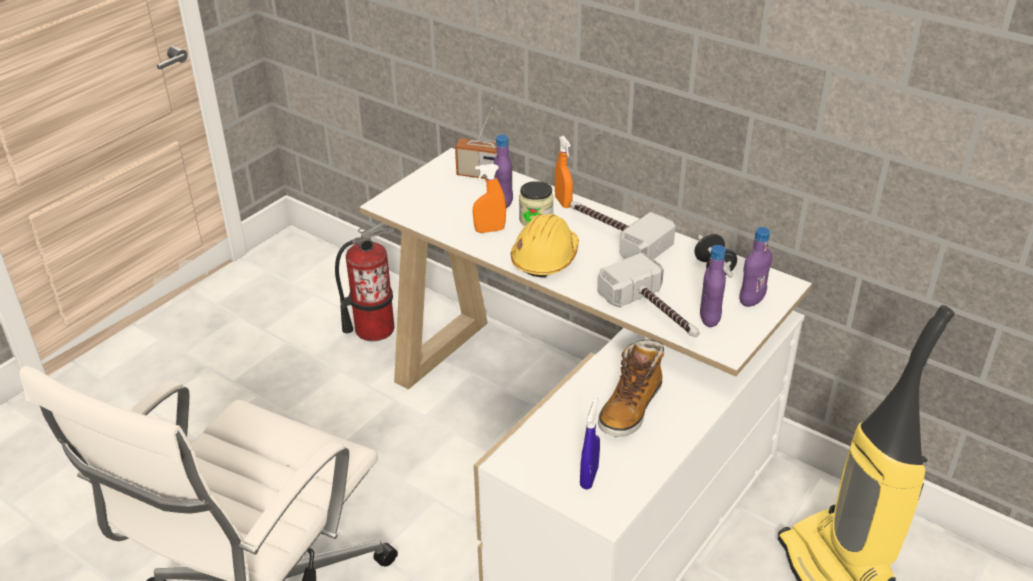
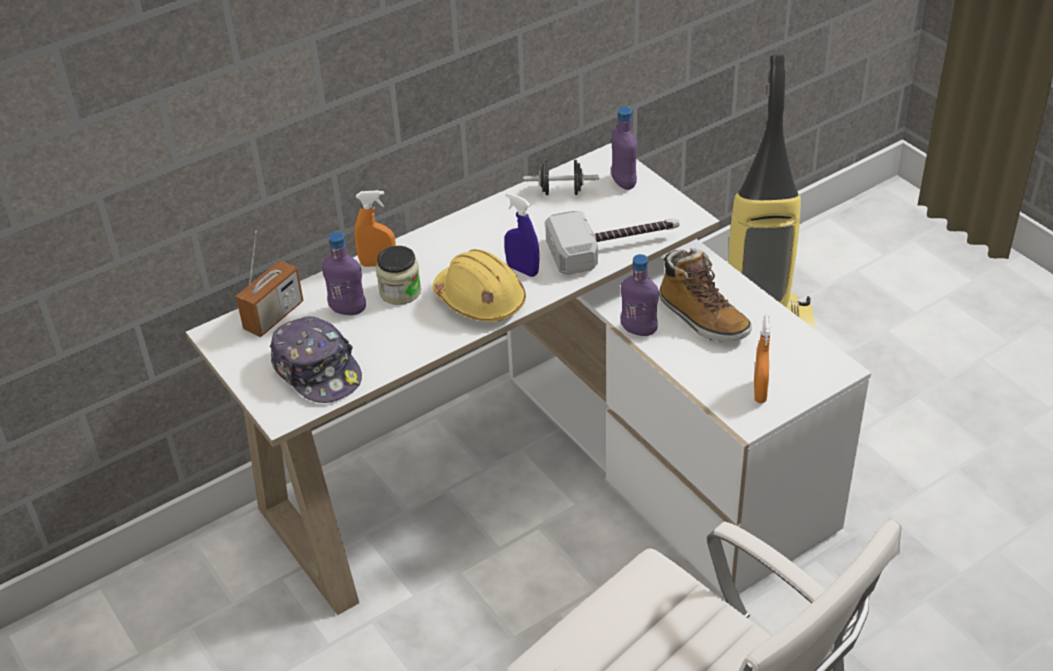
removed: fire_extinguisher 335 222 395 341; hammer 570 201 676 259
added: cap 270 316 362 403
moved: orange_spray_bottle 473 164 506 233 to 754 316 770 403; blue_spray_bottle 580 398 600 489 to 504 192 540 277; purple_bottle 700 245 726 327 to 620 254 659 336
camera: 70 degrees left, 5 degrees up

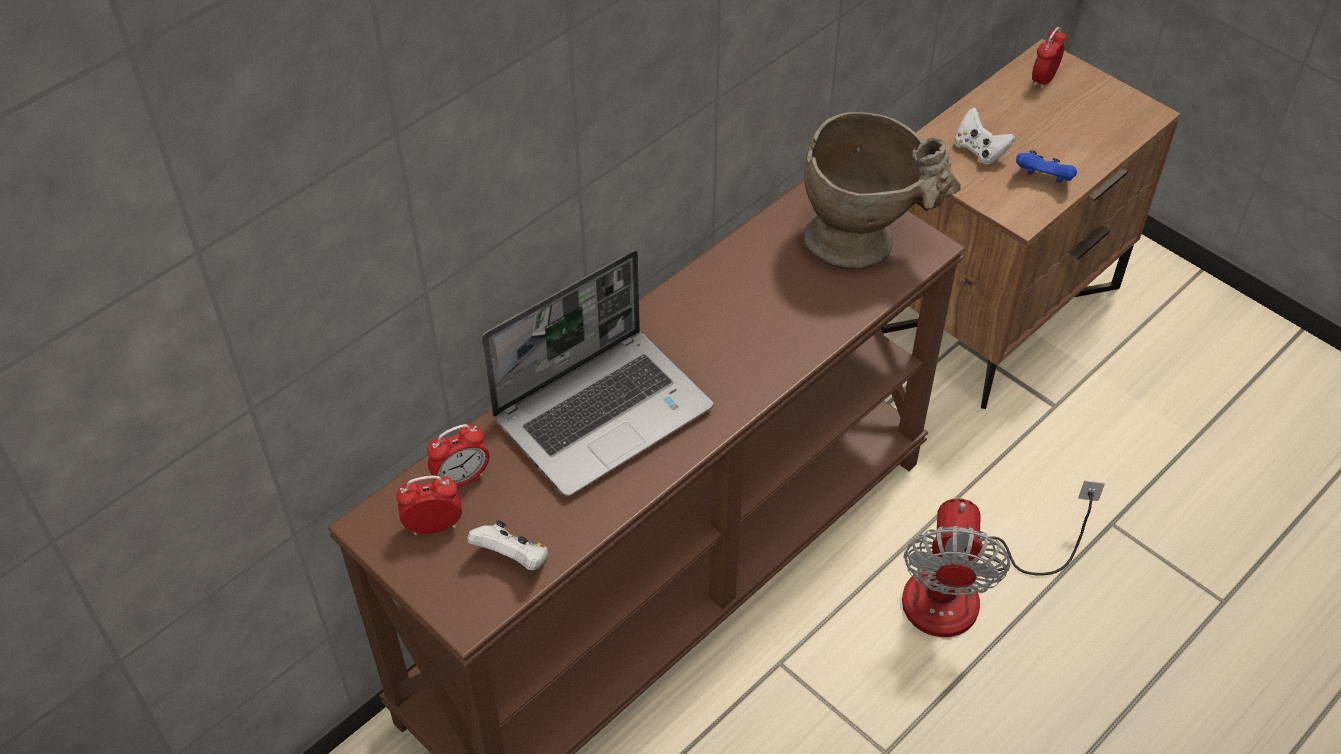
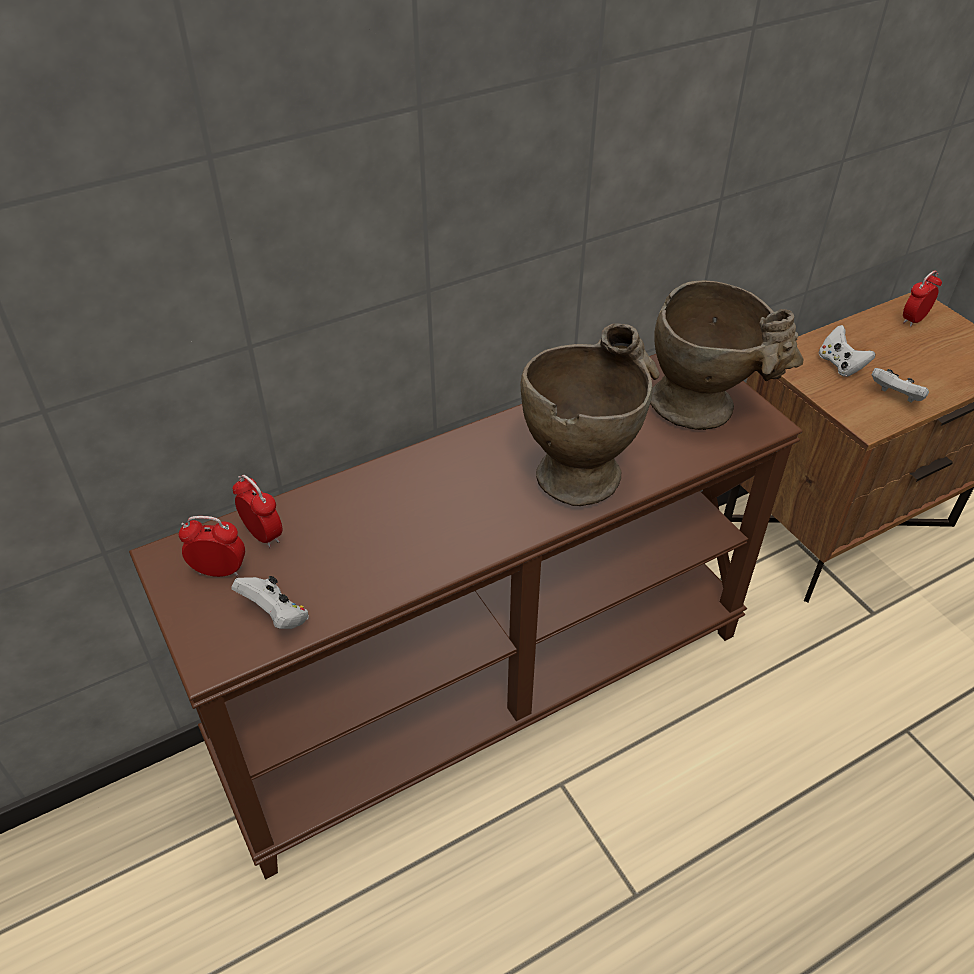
removed: laptop 481 250 713 496; fan 902 481 1105 637
added: beige_vase 520 323 660 506
recoloured: blue_game_controller 1016 150 1077 183 to white_game_controller 872 368 929 403
turned: alarm_clock 427 424 489 487 = 232 475 283 548 120 degrees counterclockwise
camera: 15 degrees right, 5 degrees down

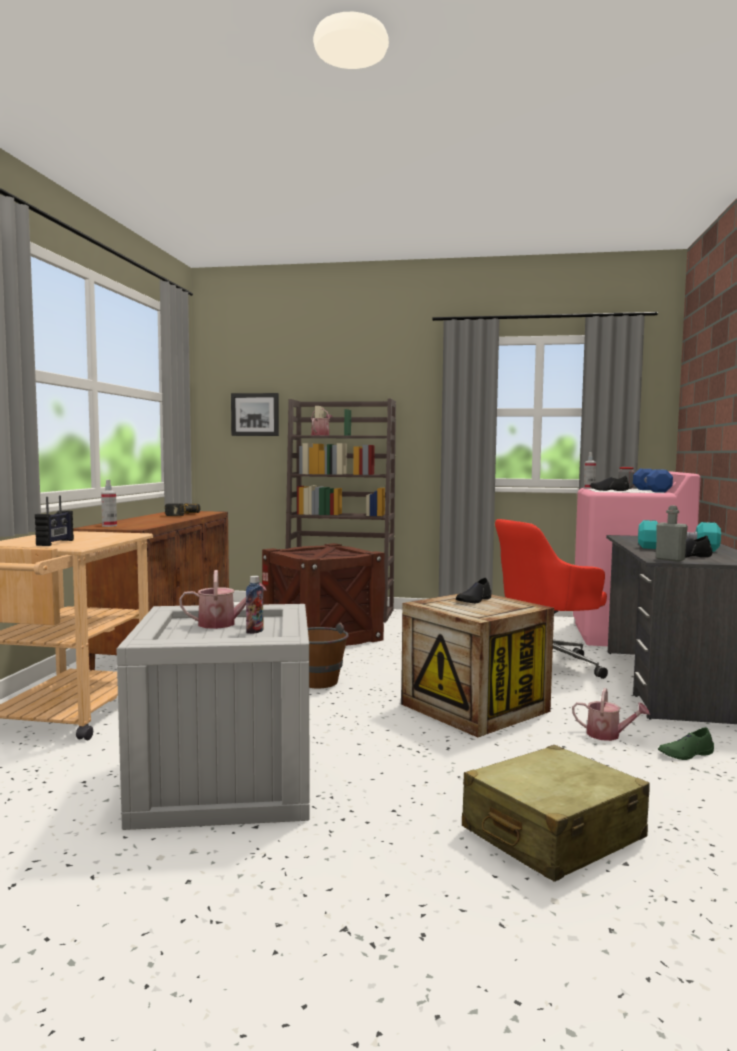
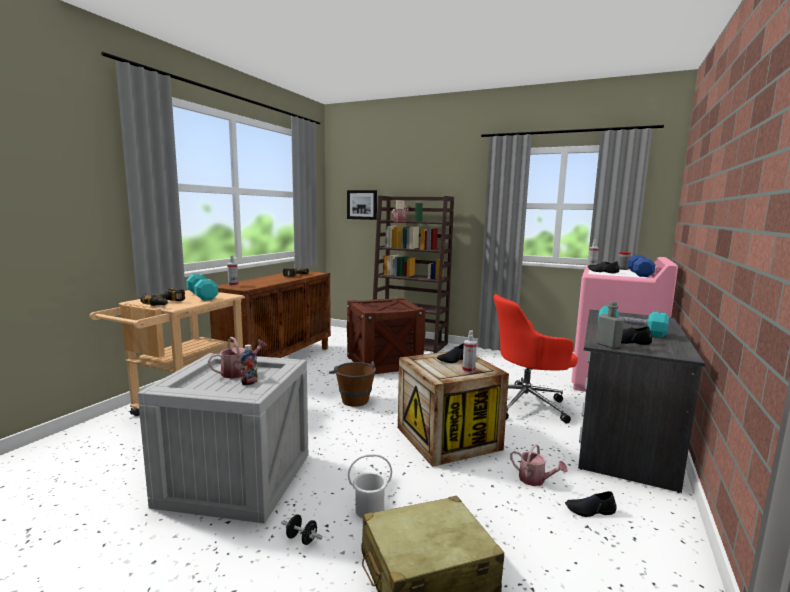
added: turquoise_dumbbell 186 274 218 301; black_dumbbell 281 514 323 545; white_bucket 348 454 392 518; spray_bottle 462 330 477 373
replaced: radio 35 495 74 546 to power_drill 140 288 185 306
recoloured: green_shoe 658 727 714 760 to black_shoe 565 491 616 517
turned: watering_can 179 570 267 629 = 208 337 267 378 45 degrees counterclockwise
camera: 15 degrees right, 5 degrees up

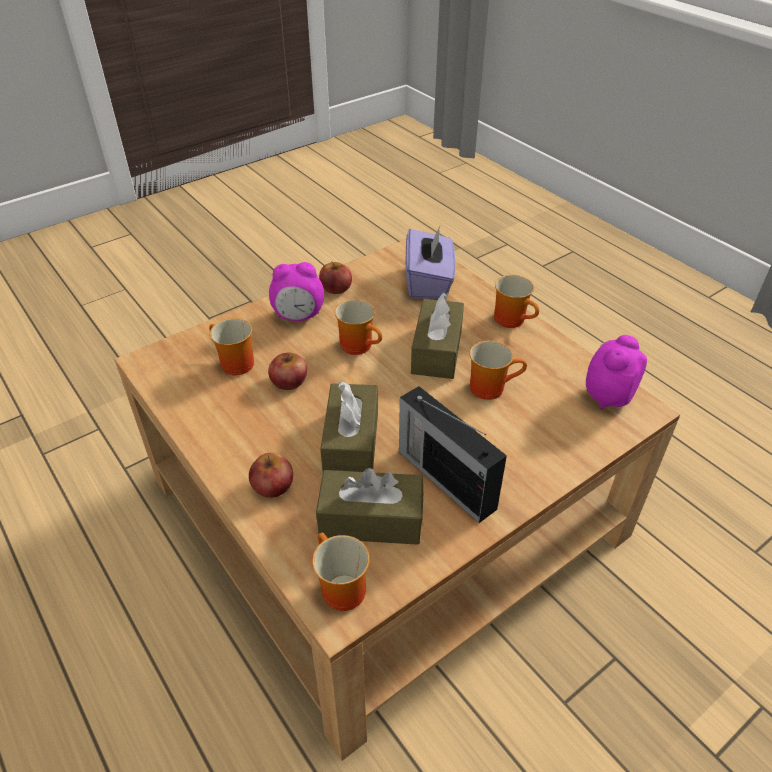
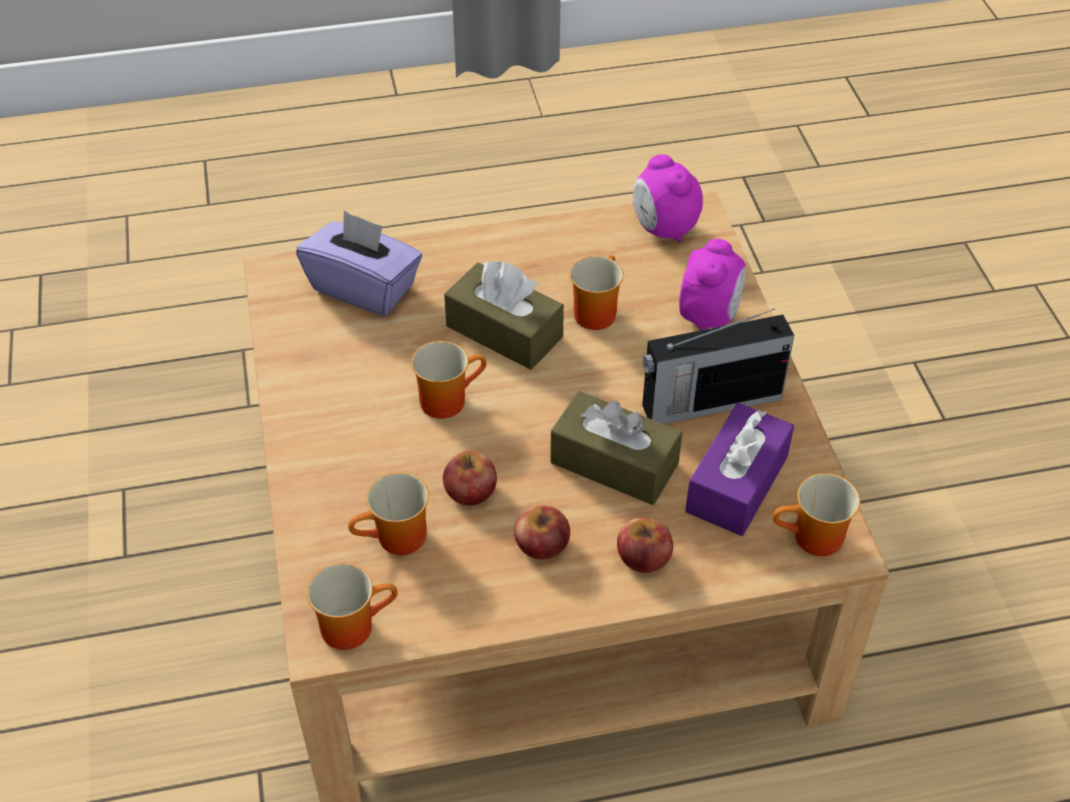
moved: alarm_clock 269 262 324 321 to 679 239 746 331; apple 319 261 352 294 to 514 506 570 560; mug 494 275 539 328 to 307 563 398 650
recoloured: brown_tissue_box 316 468 423 545 to purple_tissue_box 685 403 794 536
camera: 65 degrees left, 5 degrees up

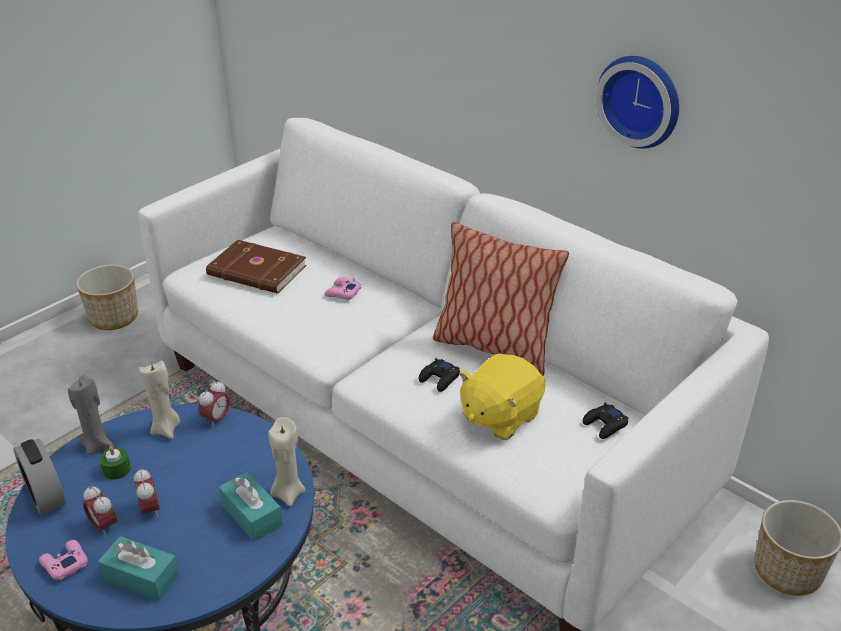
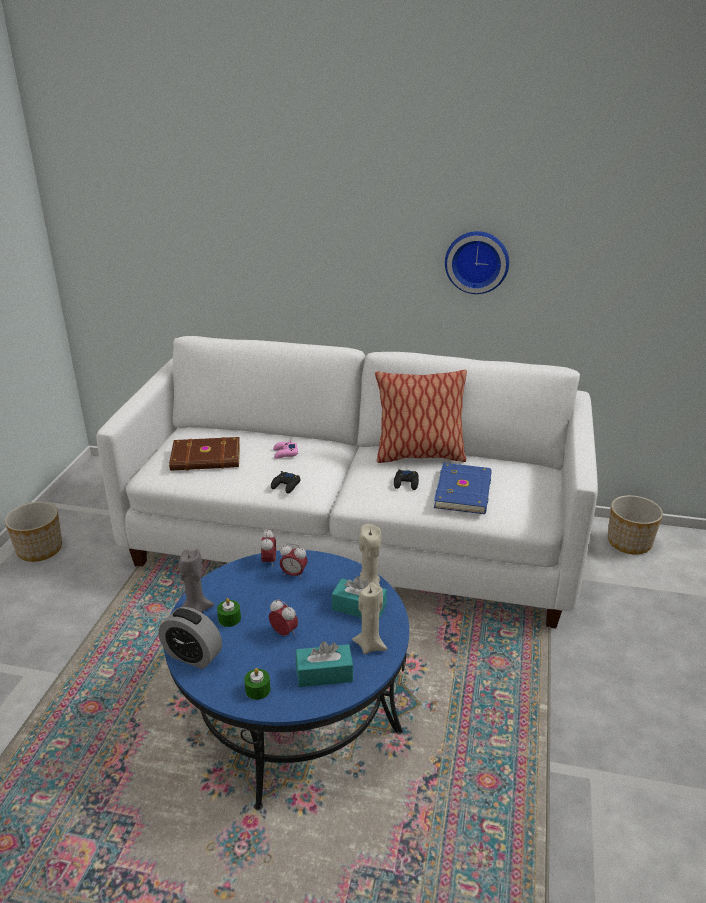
moved: alarm_clock 83 486 117 537 to 280 543 308 579; beige_candle 139 361 181 439 to 352 582 387 654; black_game_controller 583 403 628 439 to 271 471 301 494
replaced: pink_game_controller 39 540 88 580 to green_candle 244 668 271 700; yellow_plush_toy 459 353 546 440 to blue_book 434 463 492 514
camera: 30 degrees left, 5 degrees down

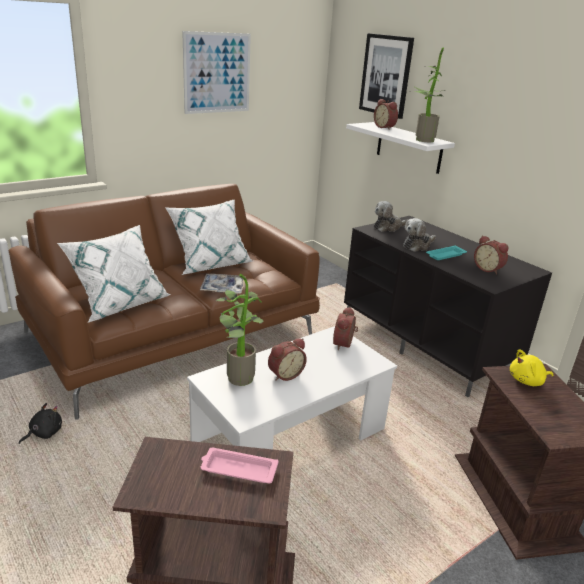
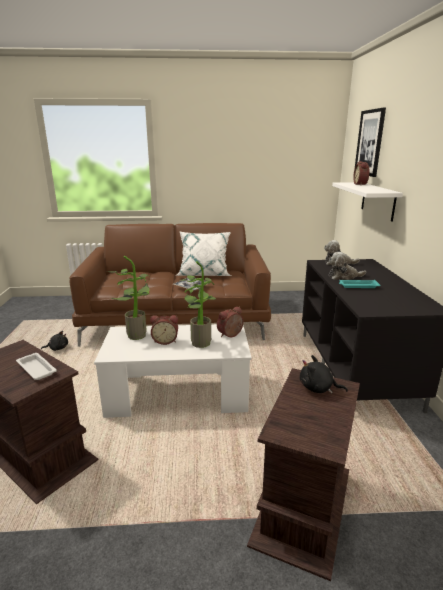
removed: white_pillow 57 225 171 323; picture 182 31 251 114; alarm_clock 474 235 508 275
moved: potted_plant 413 48 445 142 to 180 261 216 348
recoloured: pink_tray 201 448 279 484 to white_tray 16 353 57 380; yellow_plush_toy 510 349 553 386 to black_plush_toy 300 355 348 394
camera: 35 degrees right, 5 degrees down

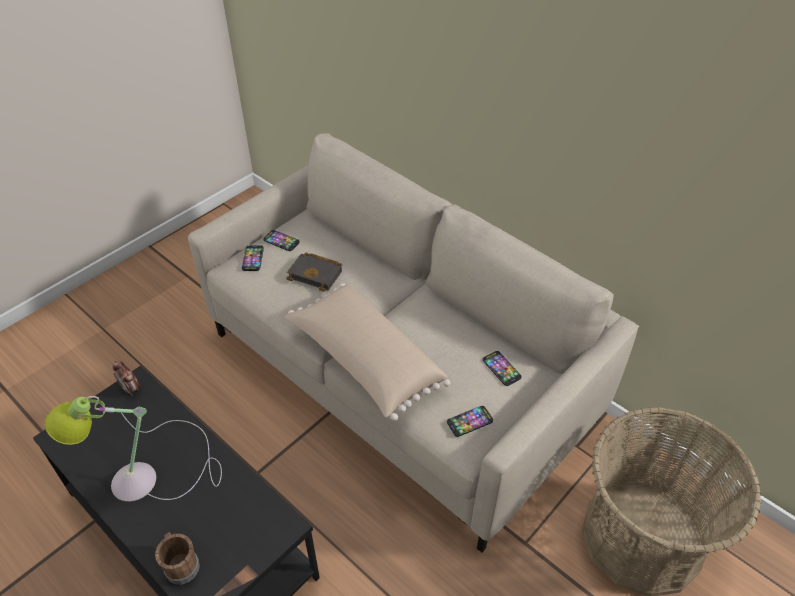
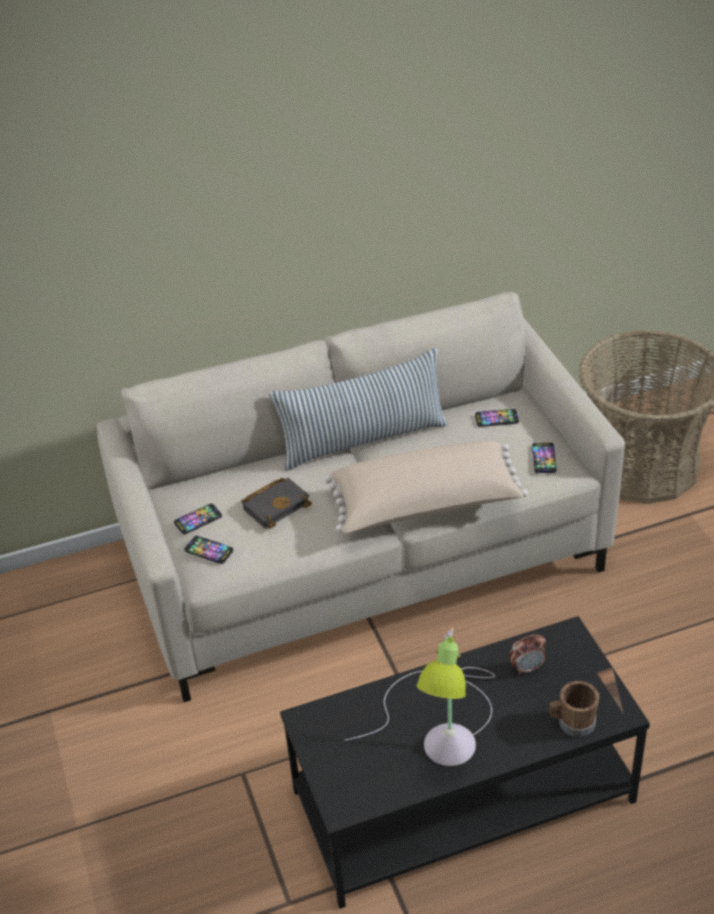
added: pillow 269 348 448 471
moved: alarm_clock 112 360 140 396 to 509 634 546 675
camera: 60 degrees left, 5 degrees down

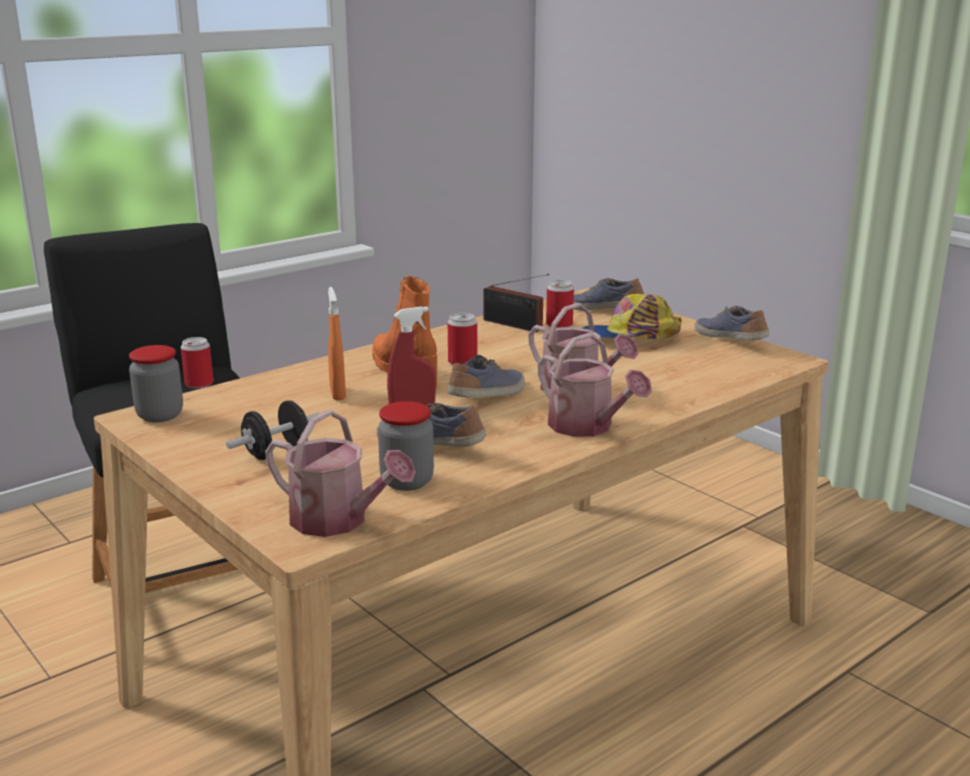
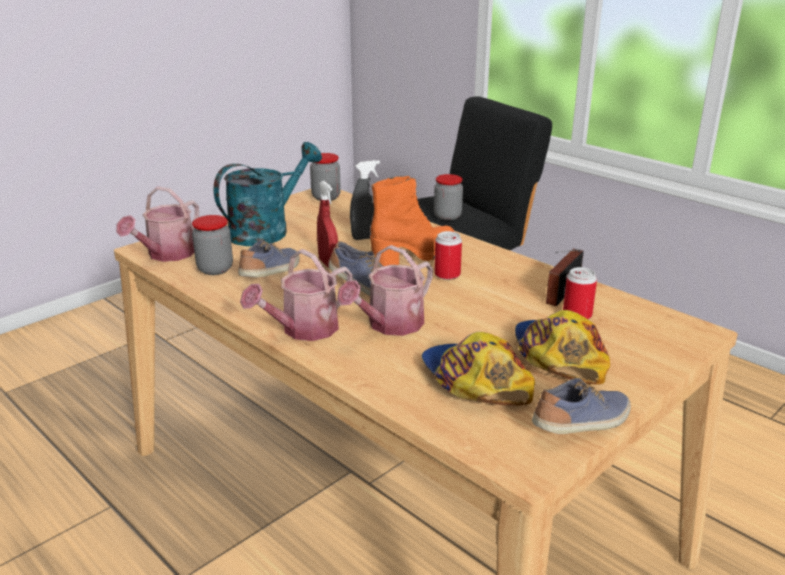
removed: shoe 573 278 644 310
added: cap 422 332 535 406
replaced: can 181 337 214 388 to jar 434 174 463 221; black_dumbbell 226 400 320 460 to turquoise_watering_can 213 142 322 246
recoloured: orange_spray_bottle 328 287 346 400 to grey_spray_bottle 350 160 380 240
camera: 85 degrees right, 5 degrees up

